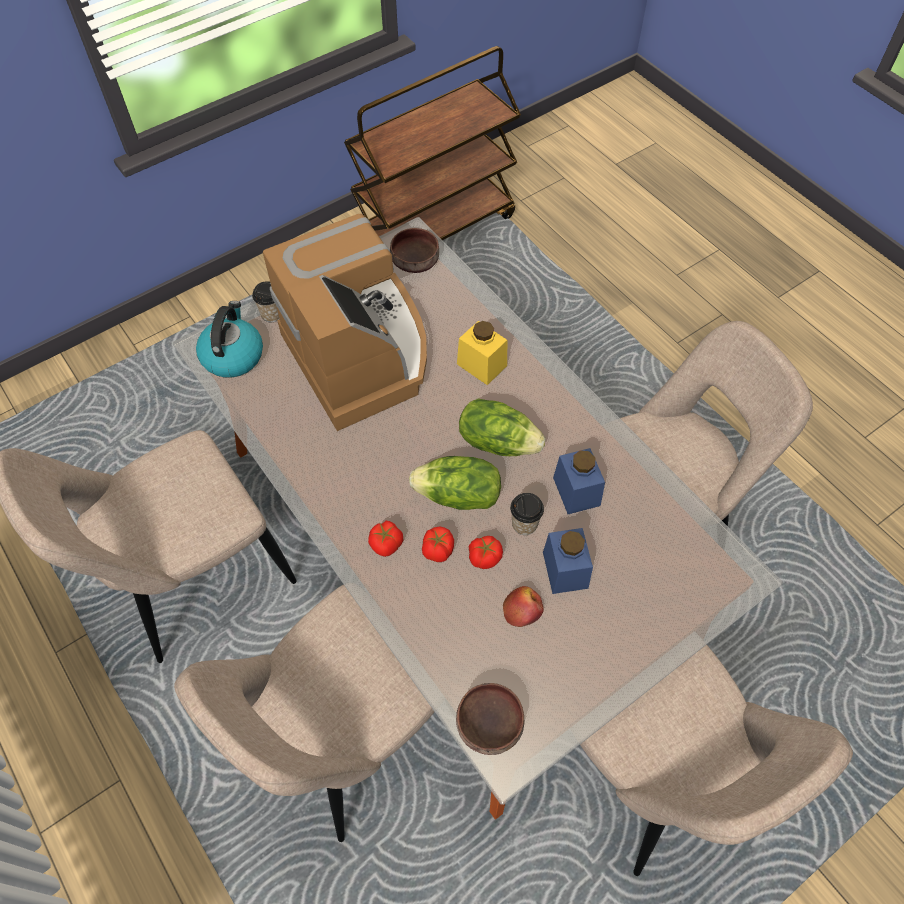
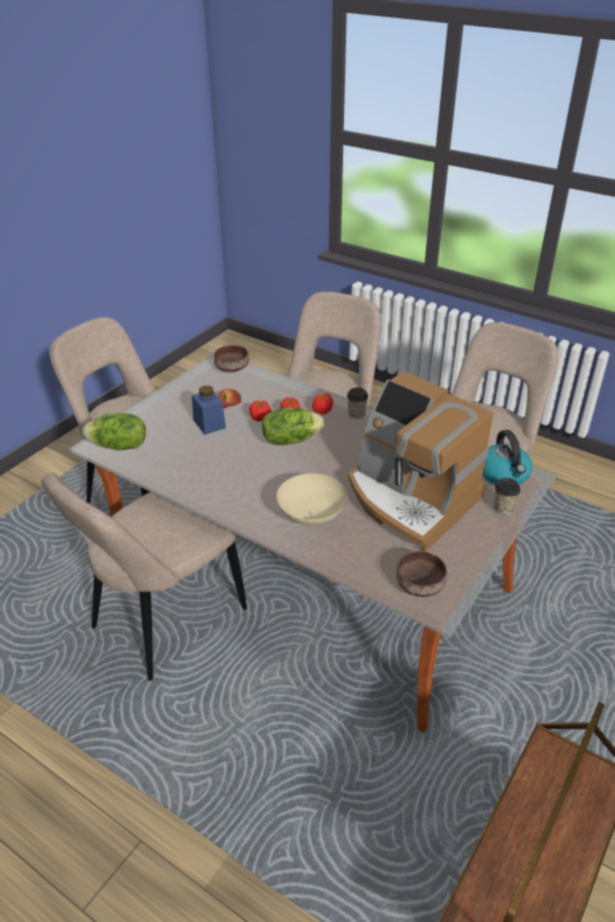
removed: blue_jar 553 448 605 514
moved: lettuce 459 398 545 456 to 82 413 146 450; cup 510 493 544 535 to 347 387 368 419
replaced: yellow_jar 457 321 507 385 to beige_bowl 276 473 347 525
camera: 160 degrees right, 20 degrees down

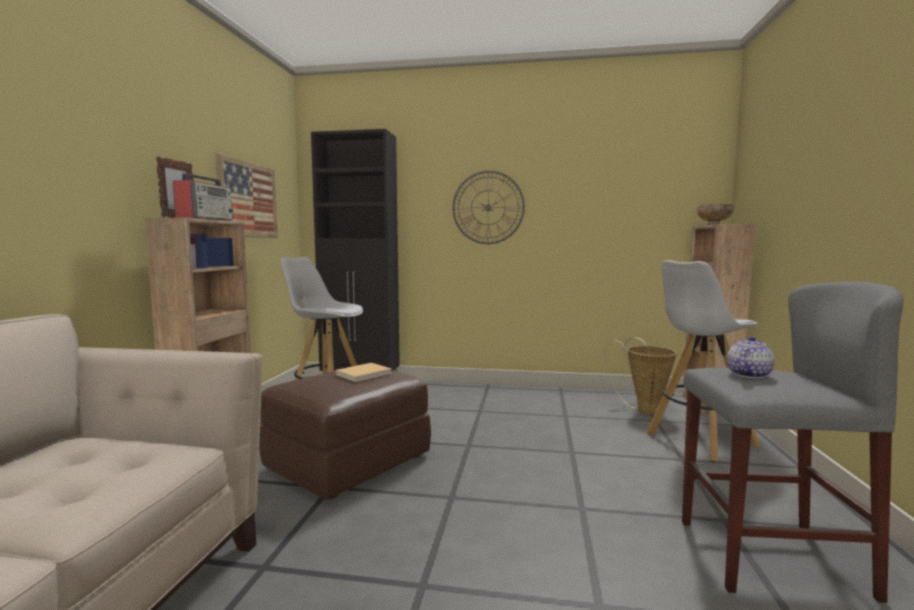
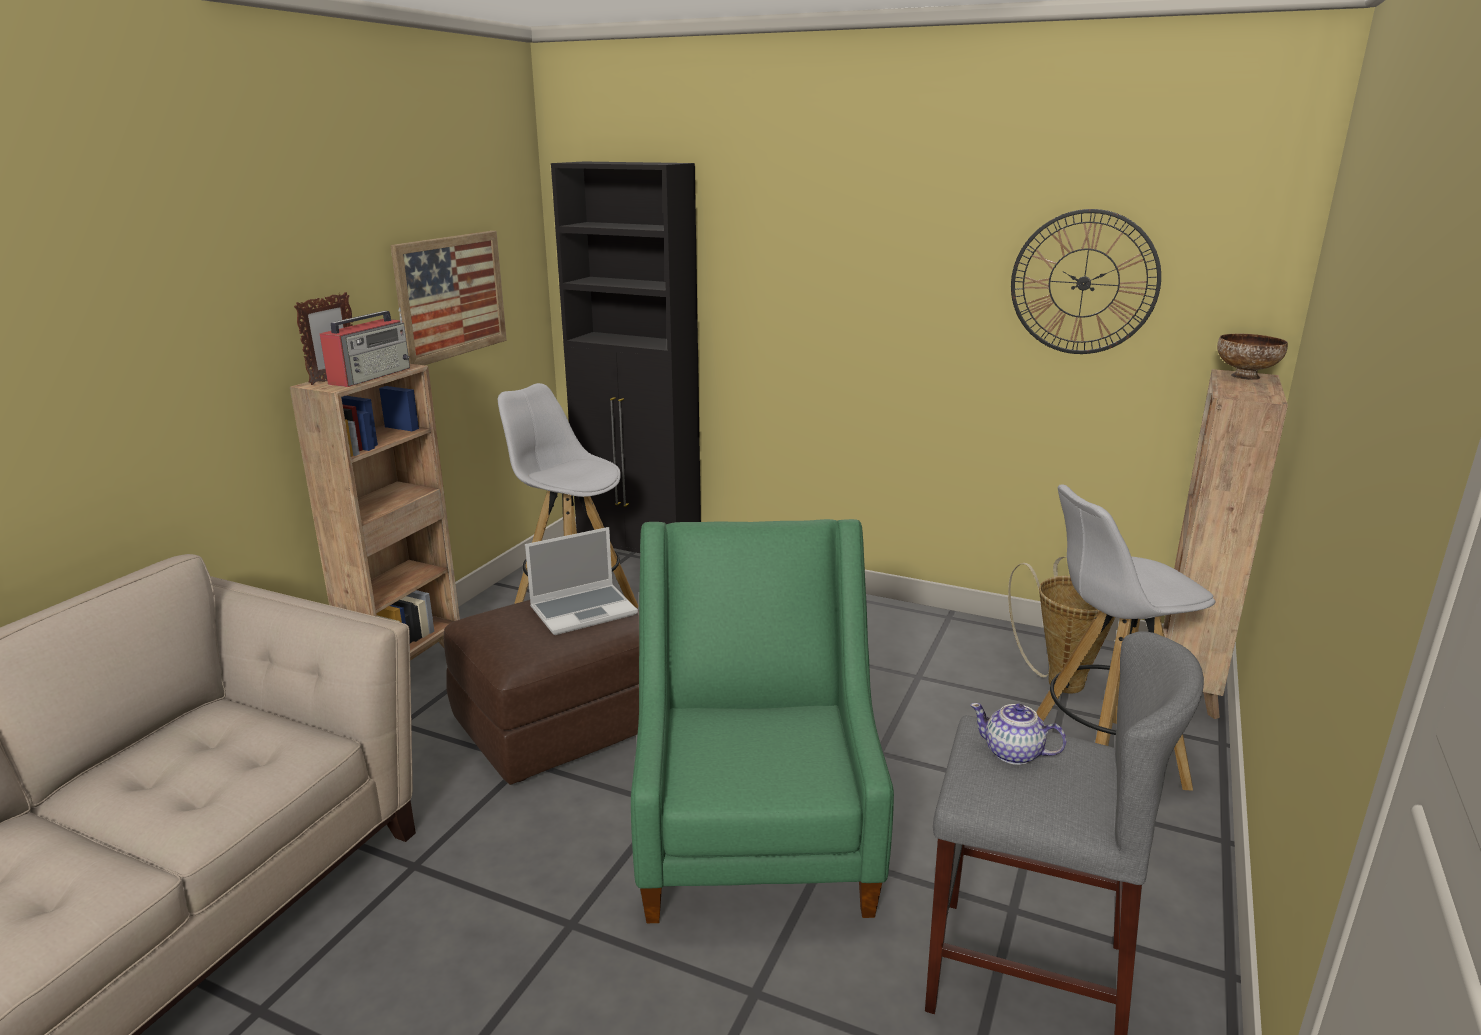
added: green_armchair 631 519 894 923
moved: wall_clock 453 171 525 244 to 1011 209 1161 354
replaced: beige_book 335 363 392 382 to laptop 525 527 638 635
turned: teapot 727 336 774 378 = 970 703 1067 765 120 degrees counterclockwise
camera: 15 degrees right, 15 degrees up

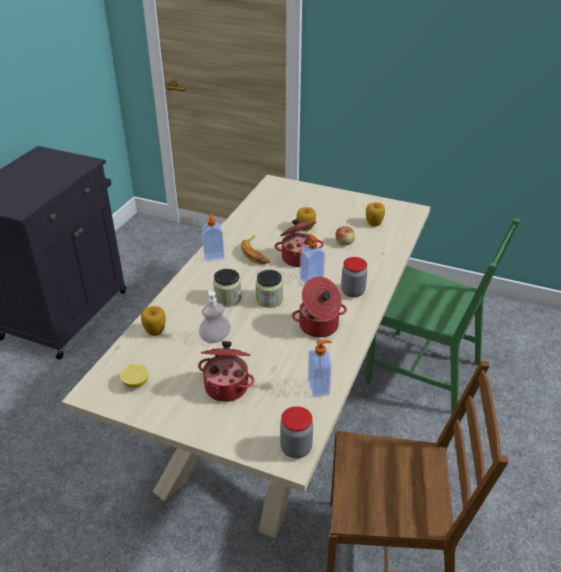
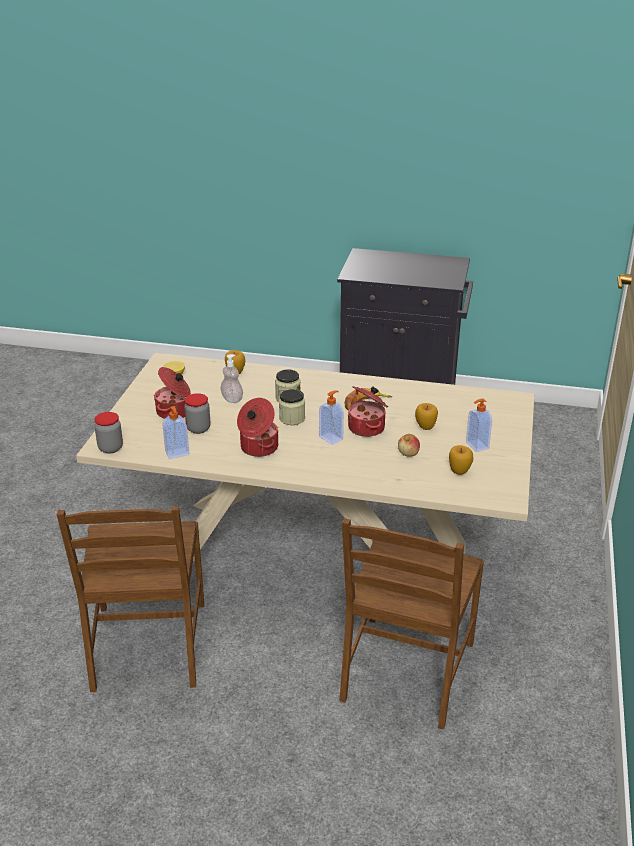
moved: soap_dispenser 202 214 225 261 to 466 399 492 452; jar 341 257 368 297 to 184 393 210 434
recoloured: green_chair 365 218 520 413 to brown_chair 339 518 484 730
camera: 80 degrees right, 5 degrees down

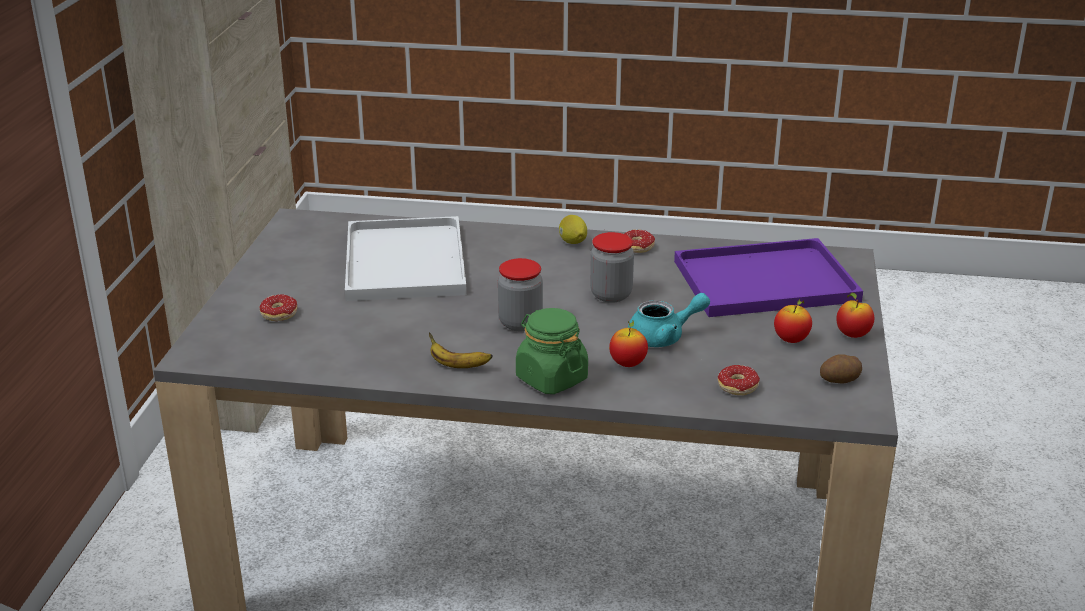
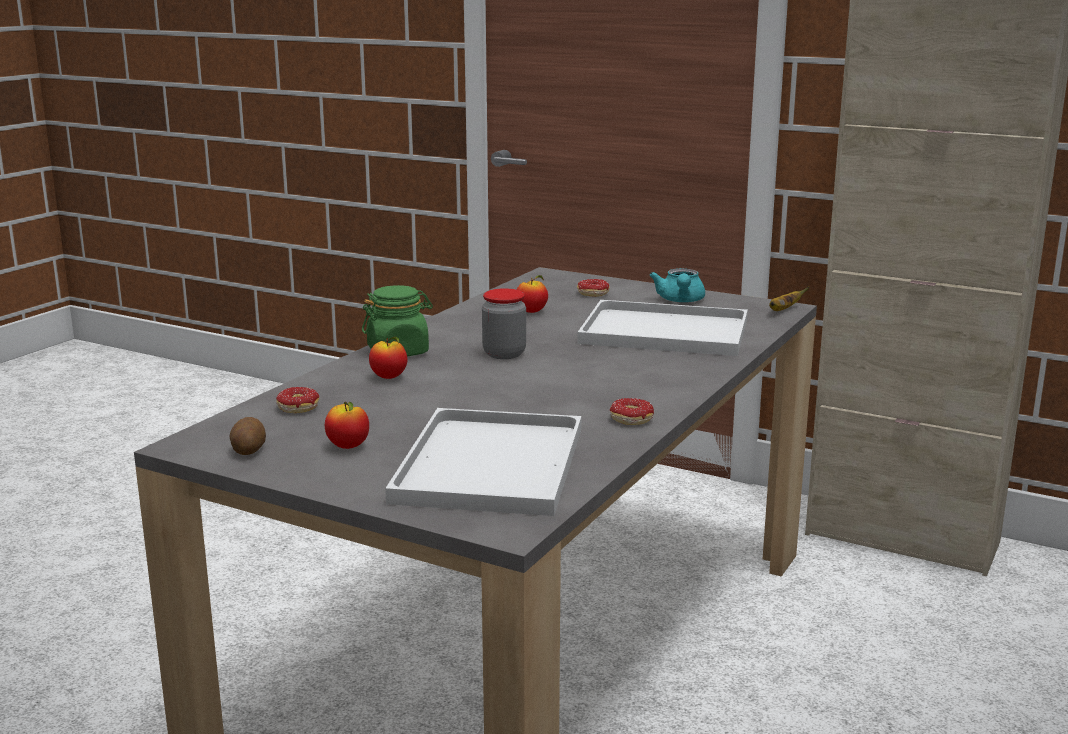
removed: lemon 559 215 587 244; jar 590 232 634 303
moved: banana 429 333 493 368 to 769 286 809 311; turquoise_teapot 628 293 710 347 to 650 268 705 303; apple 836 293 874 338 to 517 275 548 313
recoloured: purple_tray 674 238 863 317 to white_tray 385 408 582 516
camera: 110 degrees right, 10 degrees down

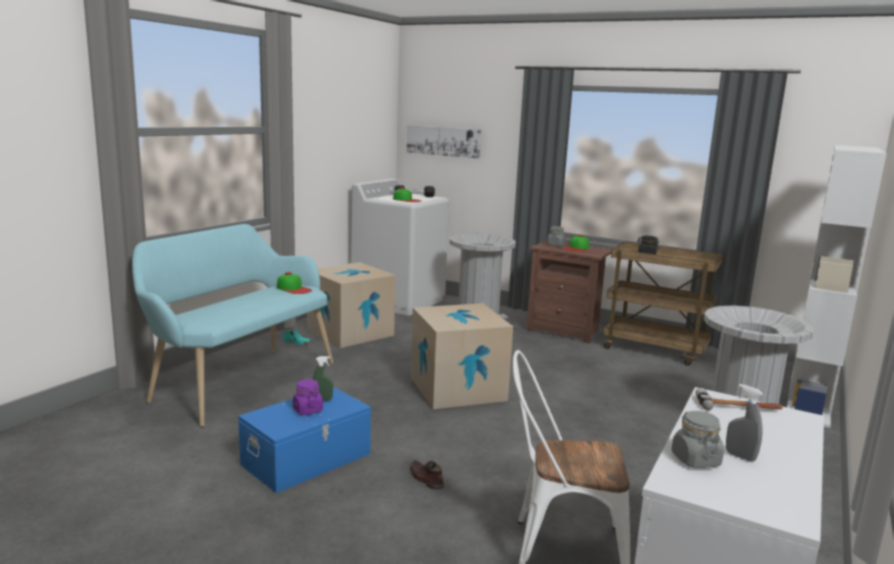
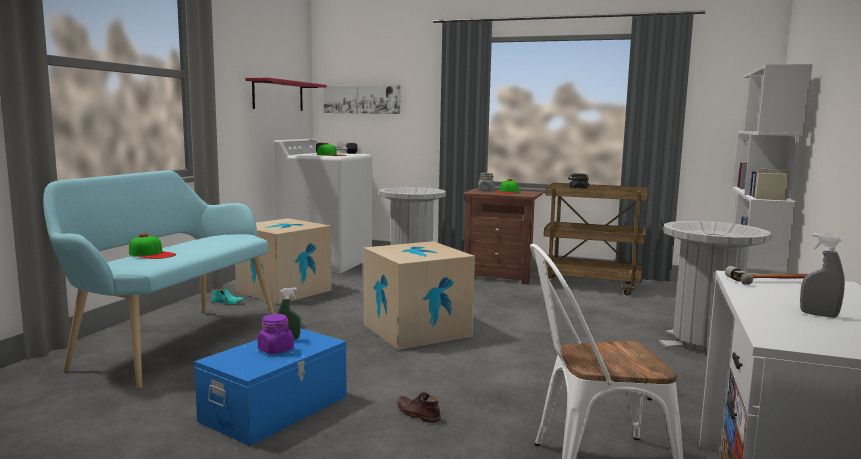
removed: grey_jar 671 411 724 468
added: red_shelf 245 78 327 111
moved: cap 277 272 312 294 to 129 234 176 259
camera: 10 degrees left, 5 degrees down

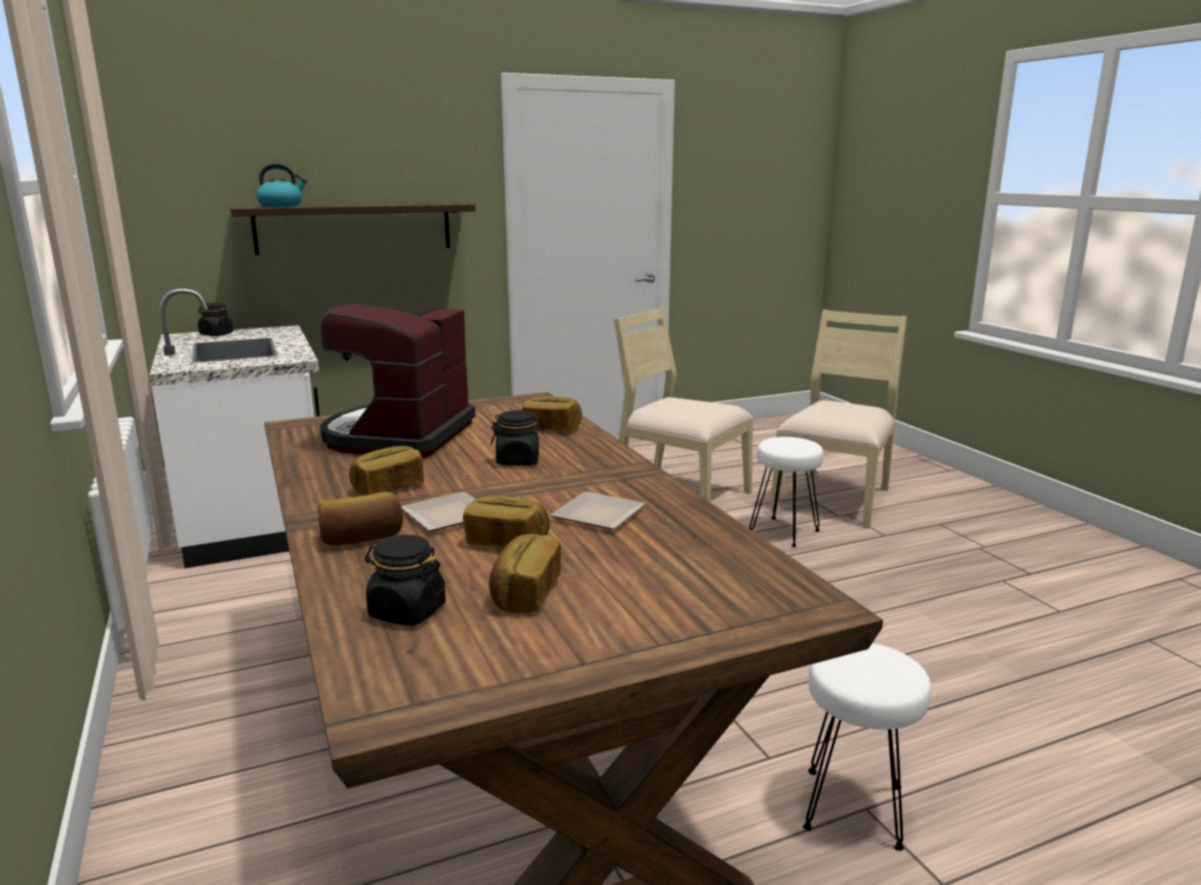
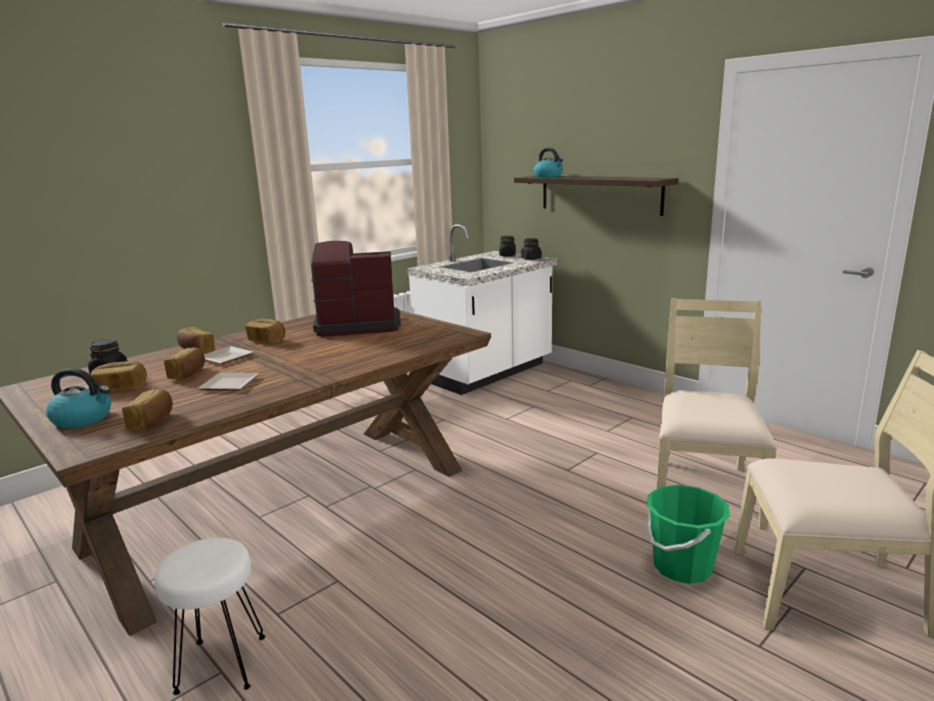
added: kettle 46 368 111 428
moved: black_jar 490 410 545 466 to 521 238 541 260; bread 522 396 582 432 to 122 389 173 431
replaced: white_stool 749 437 823 547 to green_bucket 645 485 730 584
camera: 70 degrees right, 0 degrees up

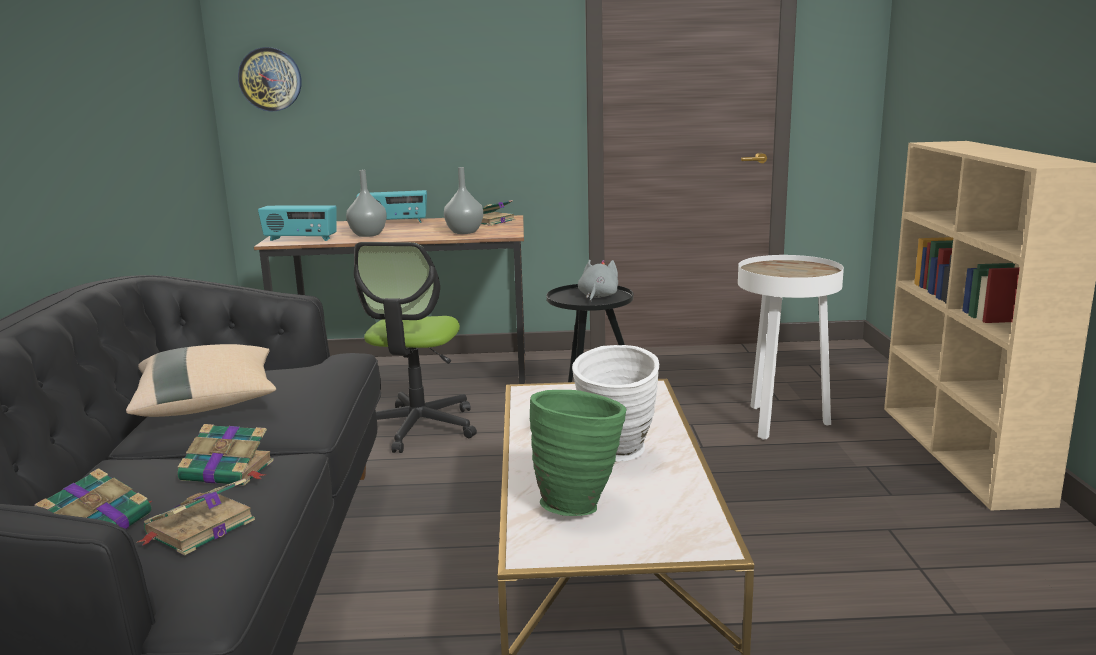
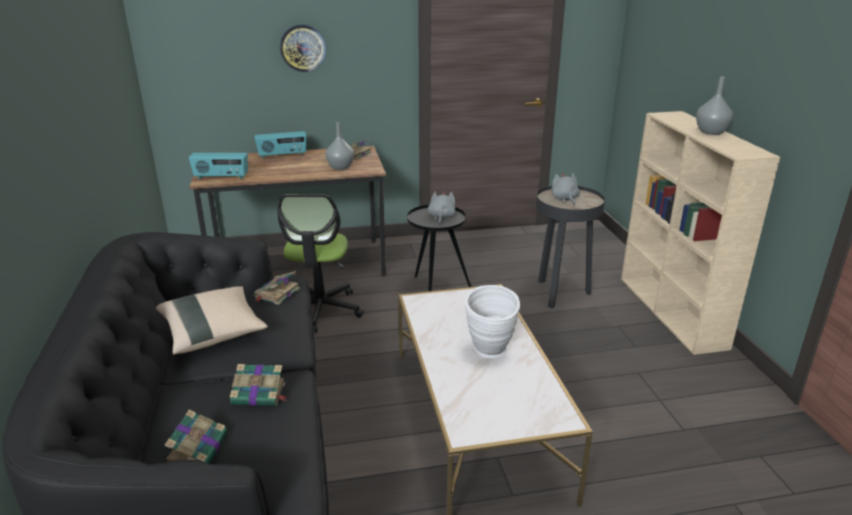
removed: green_vase 530 390 627 516
added: grey_plush_toy 551 173 580 205
moved: book 136 478 255 556 to 254 271 300 305; wall_clock 238 47 302 111 to 280 24 326 72; grey_vase 346 170 387 237 to 696 77 733 135
recoloured: white_side_table 738 255 844 440 to black_side_table 536 186 605 308
camera: 10 degrees left, 10 degrees up

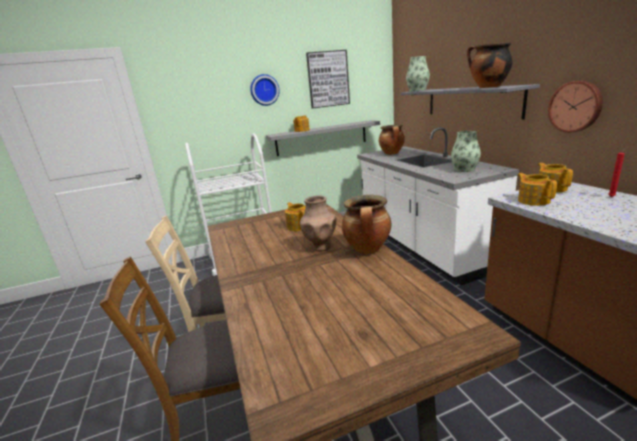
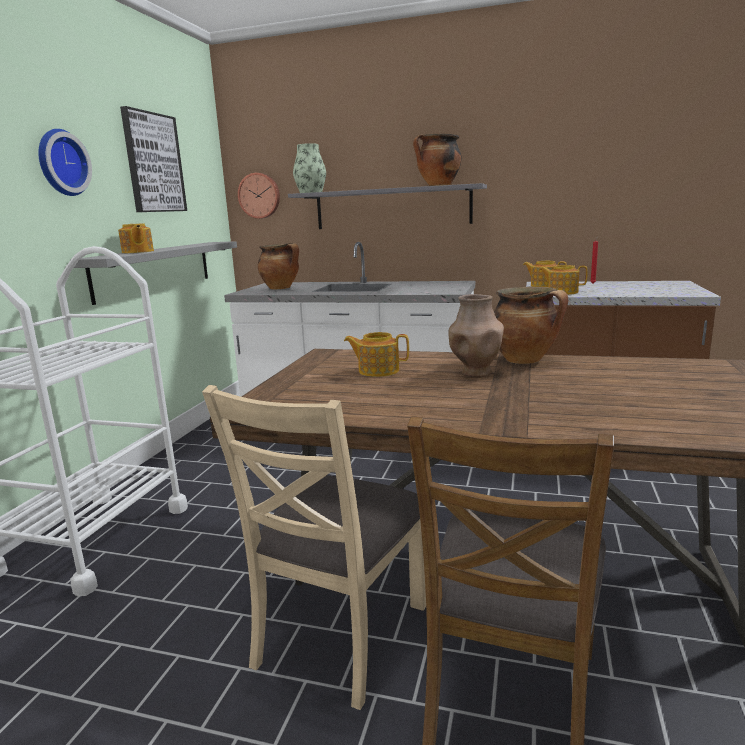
removed: vase 451 131 481 172
moved: wall_clock 548 80 603 133 to 238 173 280 219
camera: 55 degrees left, 5 degrees down

